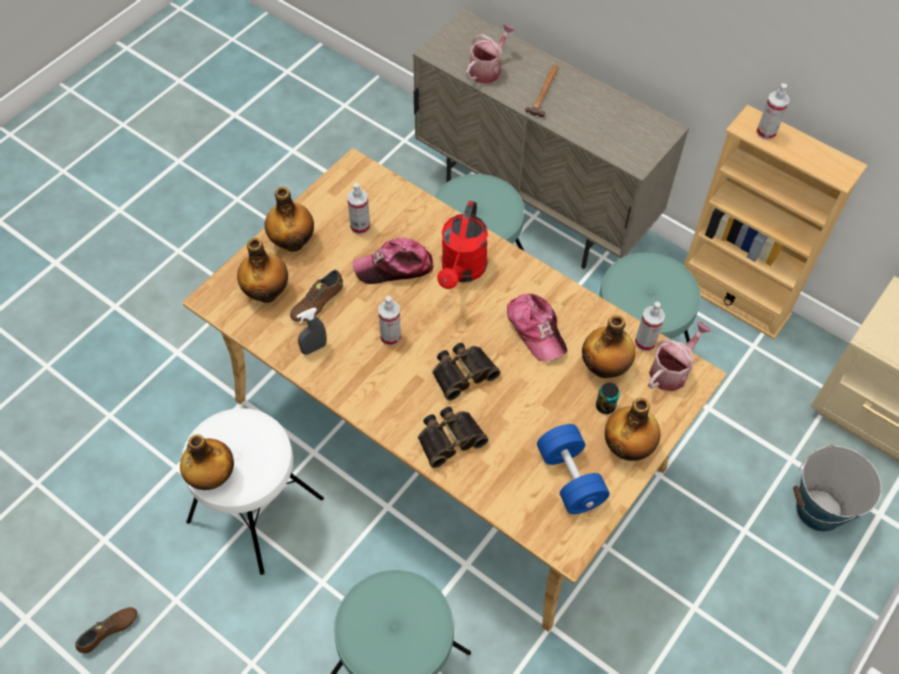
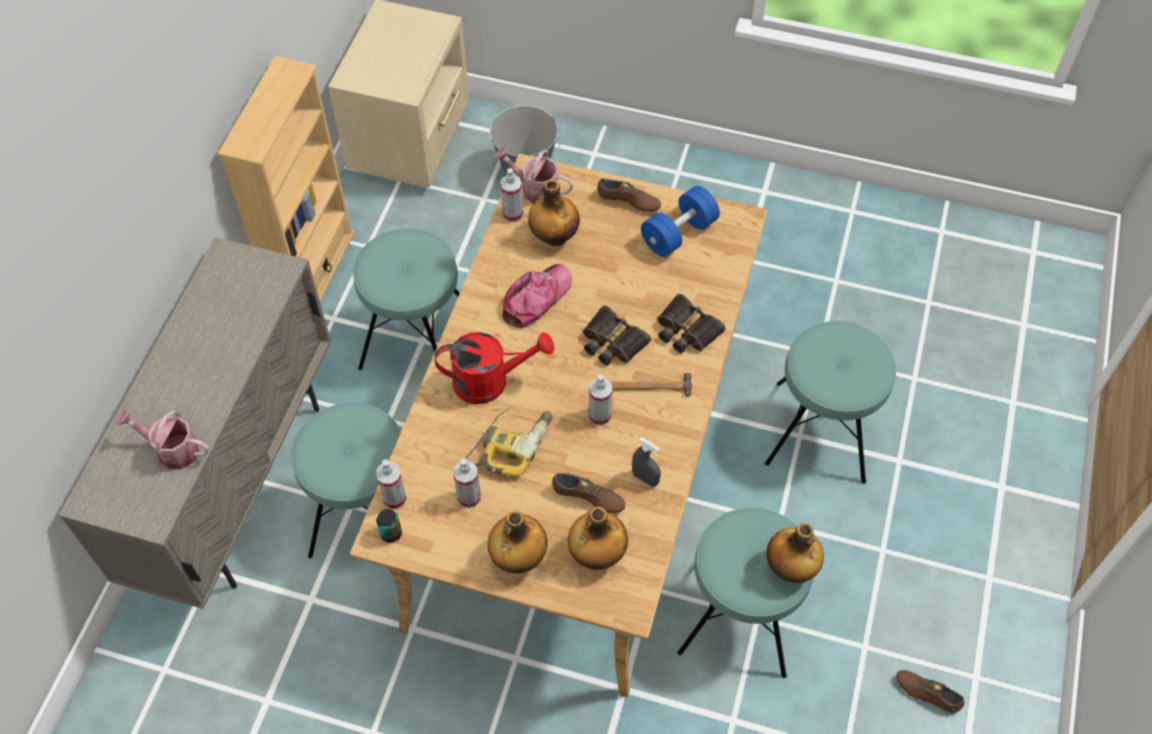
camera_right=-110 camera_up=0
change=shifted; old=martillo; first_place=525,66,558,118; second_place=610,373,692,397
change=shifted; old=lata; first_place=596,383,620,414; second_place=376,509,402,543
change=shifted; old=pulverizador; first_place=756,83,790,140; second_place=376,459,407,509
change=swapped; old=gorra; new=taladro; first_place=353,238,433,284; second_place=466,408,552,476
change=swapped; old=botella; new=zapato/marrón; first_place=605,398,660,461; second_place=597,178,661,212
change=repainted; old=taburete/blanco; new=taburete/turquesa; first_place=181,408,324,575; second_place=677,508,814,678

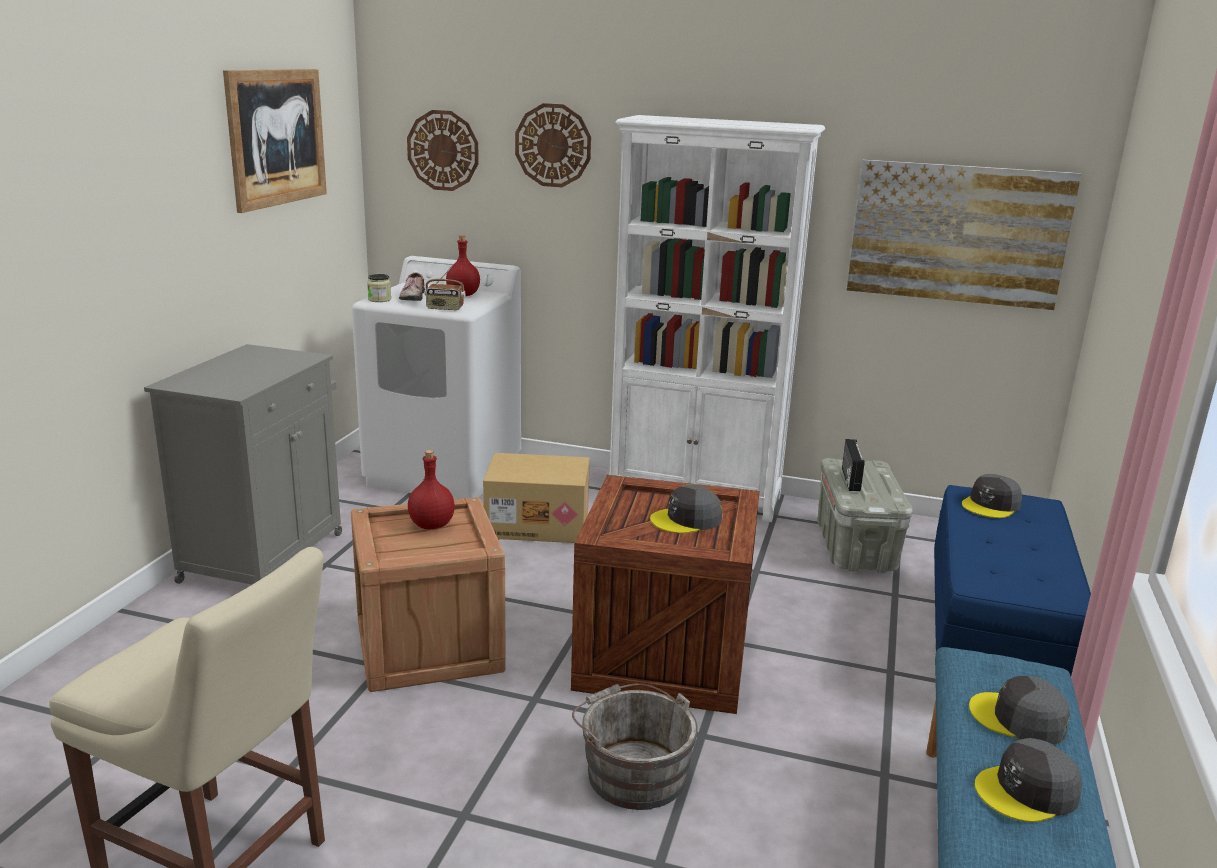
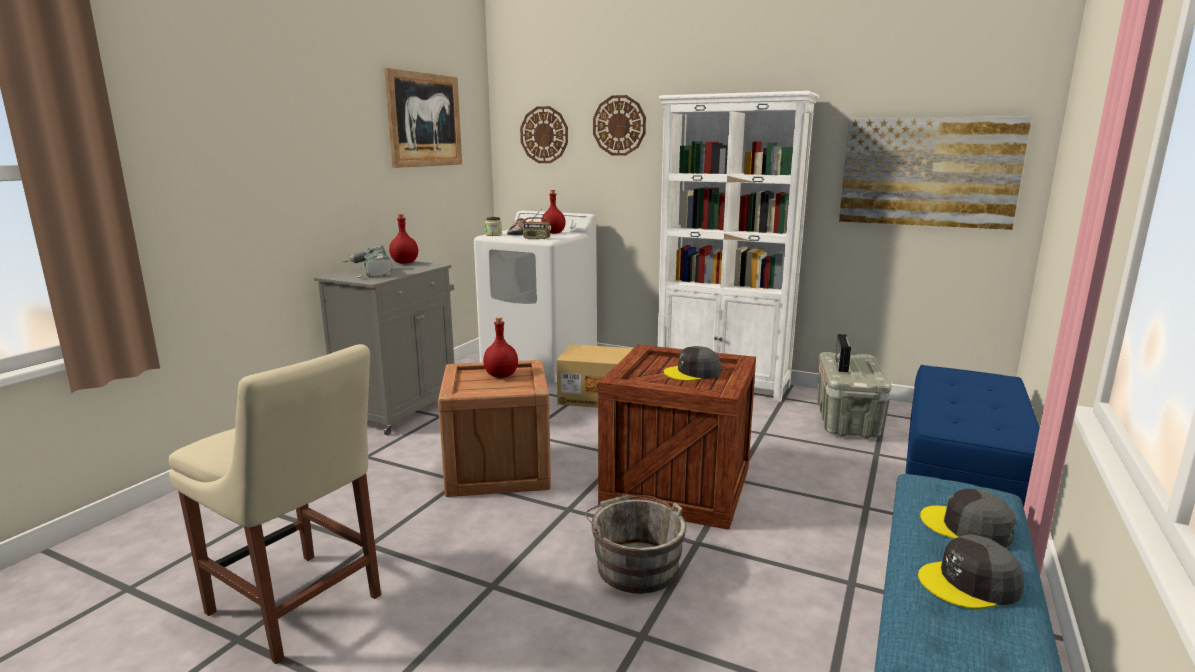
camera_right=10 camera_up=-5
change=gone; old=gorra/gris; first_place=962,474,1022,518
change=new; new=taladro; second_place=343,245,393,278
change=new; new=botella/rojo; second_place=389,214,418,264

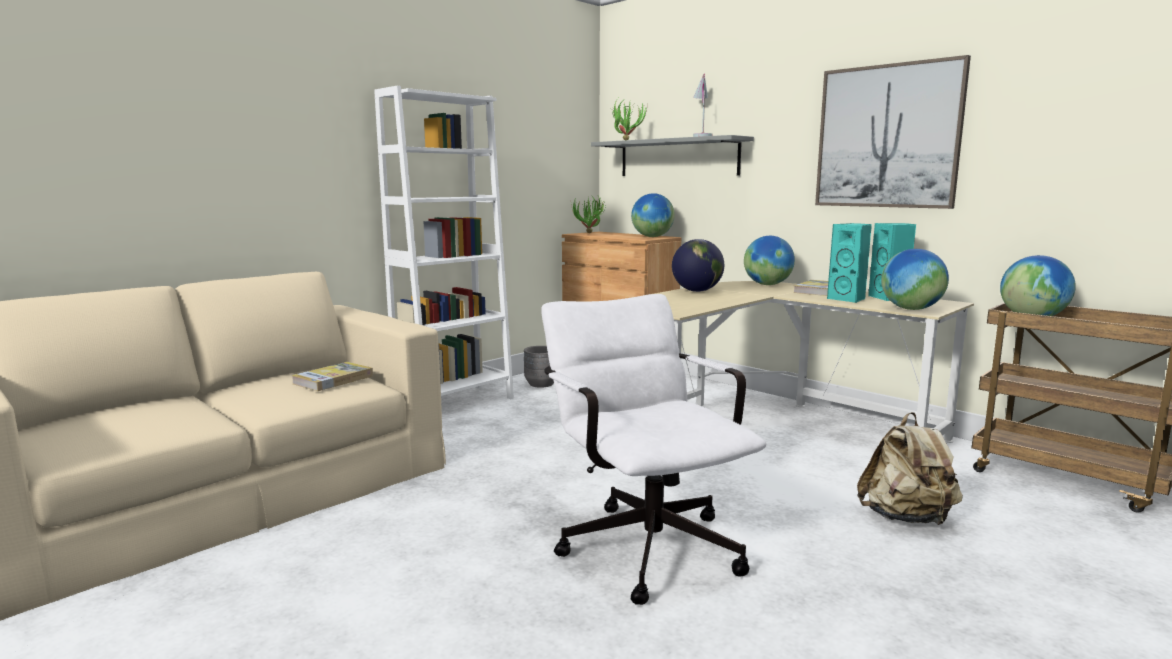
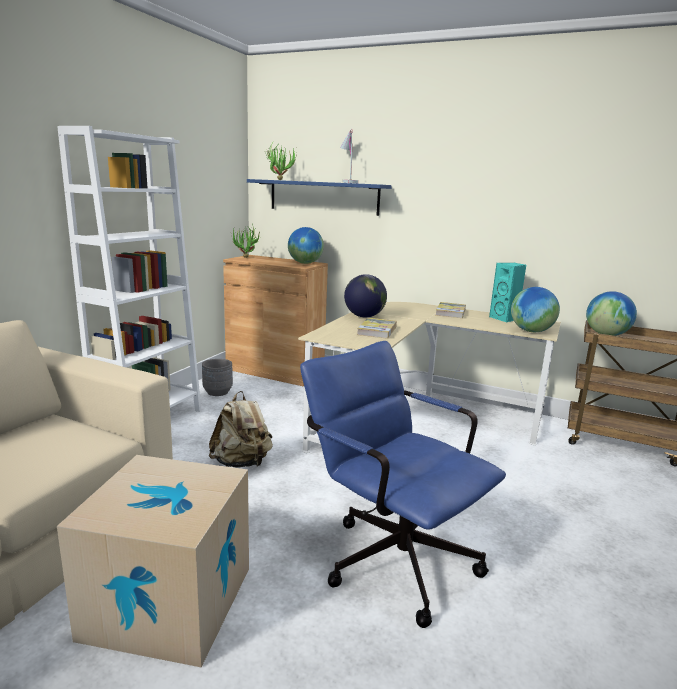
camera_right=-20 camera_up=5
change=gone; old=globo terráqueo; first_place=744,236,795,285
change=gone; old=cuadro; first_place=815,55,971,209
change=gone; old=altavoz/turquesa; first_place=827,223,872,303
change=new; new=caja de cartón; second_place=57,455,249,667
change=shifted; old=libro; first_place=291,362,373,391; second_place=357,318,397,339
change=shifted; old=mochila/beis; first_place=857,412,963,525; second_place=209,391,273,468
change=repainted; old=silla de oficina/blanco; new=silla de oficina/azul; first_place=541,294,767,605; second_place=300,341,506,628
change=repainted; old=estante/gris; new=estante/azul; first_place=591,135,754,176; second_place=247,179,392,216

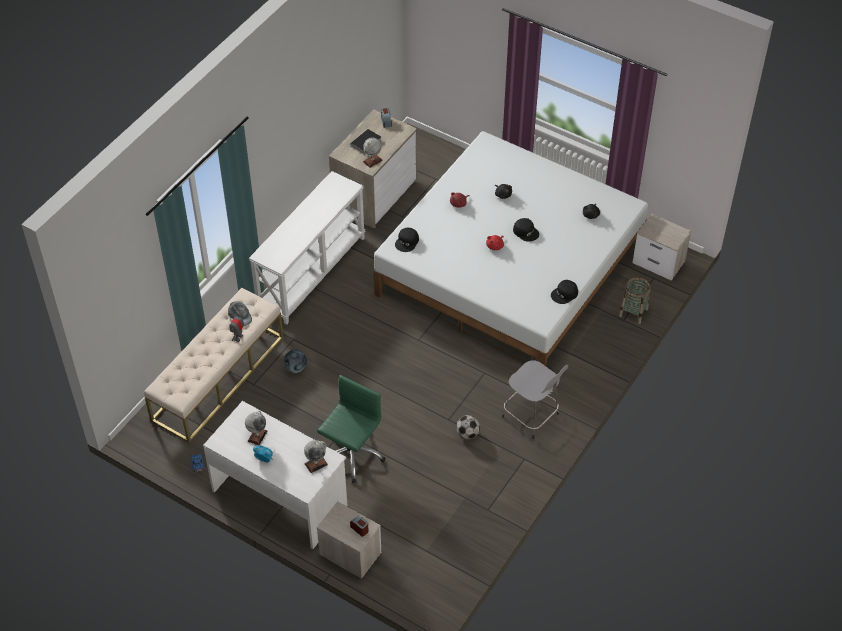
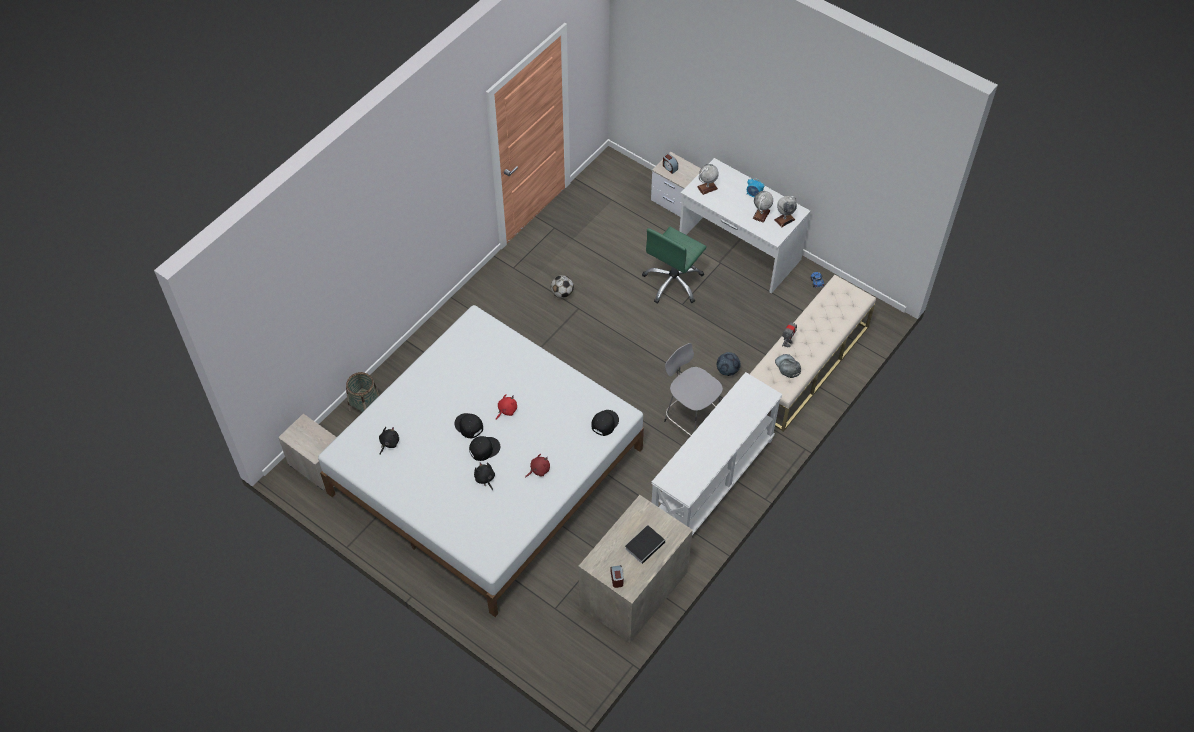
camera_right=-175 camera_up=5
change=shifted; old=globo terráqueo; first_place=363,138,383,168; second_place=774,196,797,228
change=shifted; old=taburete/gris; first_place=502,360,569,439; second_place=664,343,723,436
change=shifted; old=gorra/negro; first_place=551,280,578,304; second_place=469,436,500,461

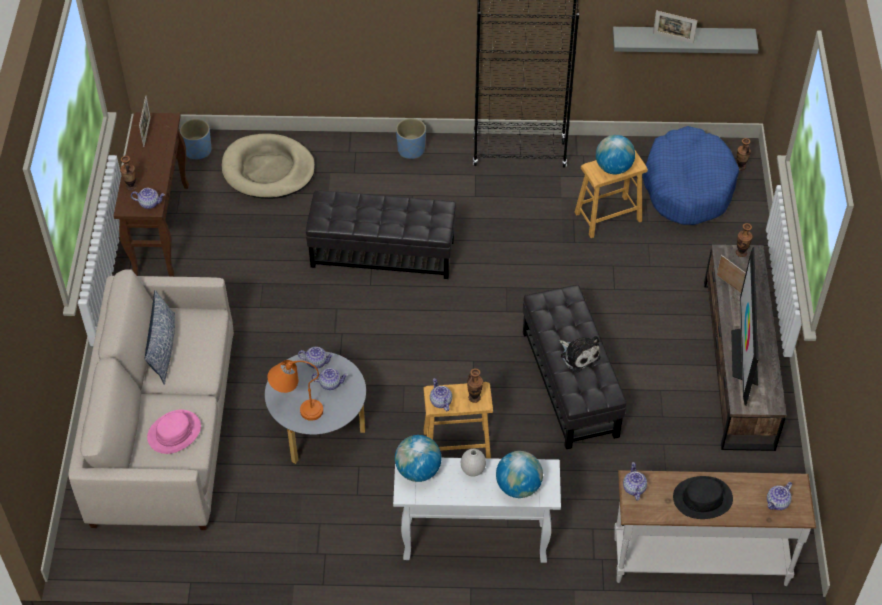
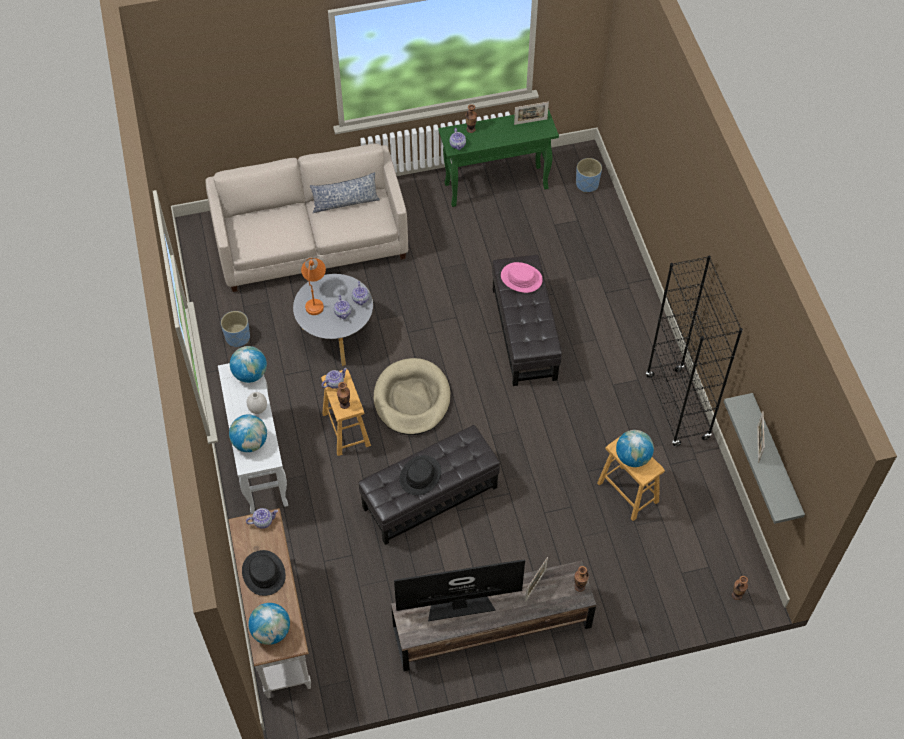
camera_right=75 camera_up=5
change=gone; old=cama para perro/azul; first_place=642,126,739,225
change=shifted; old=sombrero/rosa; first_place=147,410,201,454; second_place=501,262,543,293
change=shifted; old=cama para perro/beis; first_place=222,133,315,199; second_place=374,358,450,435
change=shifted; old=maceta/azul; first_place=396,118,426,159; second_place=221,311,250,347
change=swapped; old=peluche; new=sombrero/negro; first_place=559,336,600,372; second_place=399,455,441,495
change=swapped; old=tetera; new=globo terráqueo; first_place=767,482,792,510; second_place=248,603,290,645
change=repainted; old=mesa consola/marrón; new=mesa consola/verde; first_place=114,113,189,277; second_place=438,108,559,207

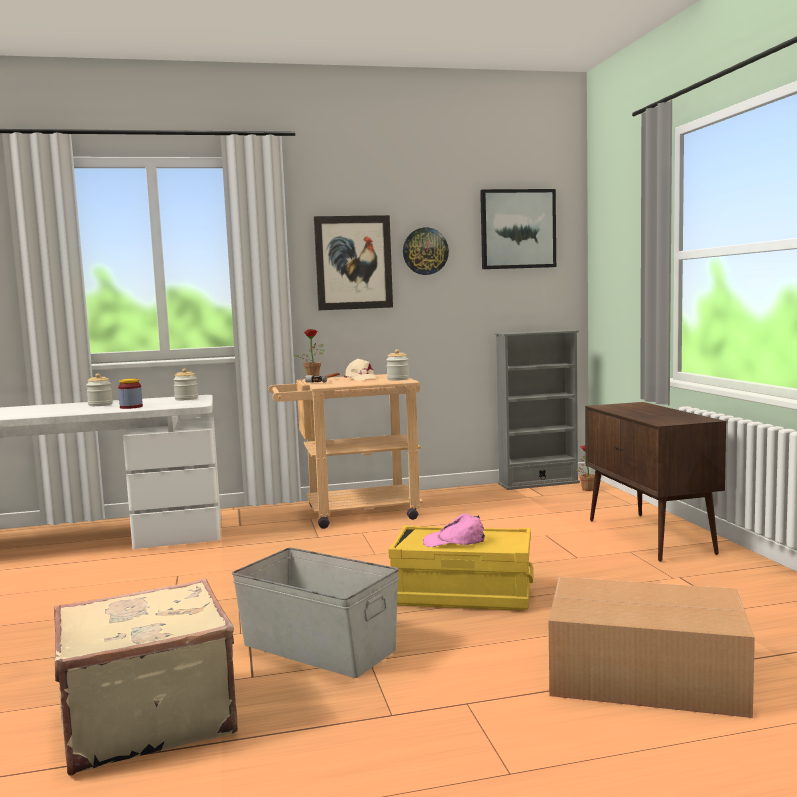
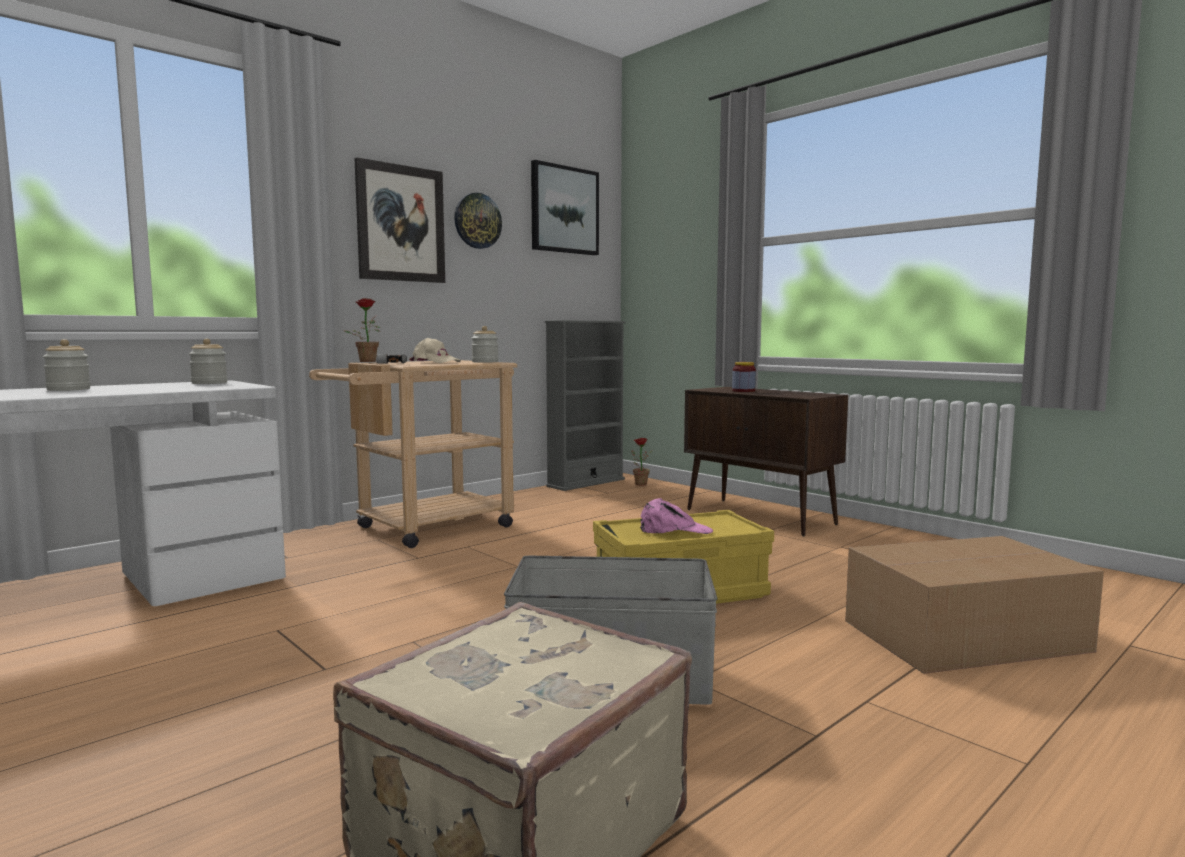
camera_right=-30 camera_up=0
change=shifted; old=tarro; first_place=118,379,143,409; second_place=732,362,756,392
change=rotated; old=gorra/rosa; first_place=423,513,485,547; second_place=640,498,713,534; degrees=-150

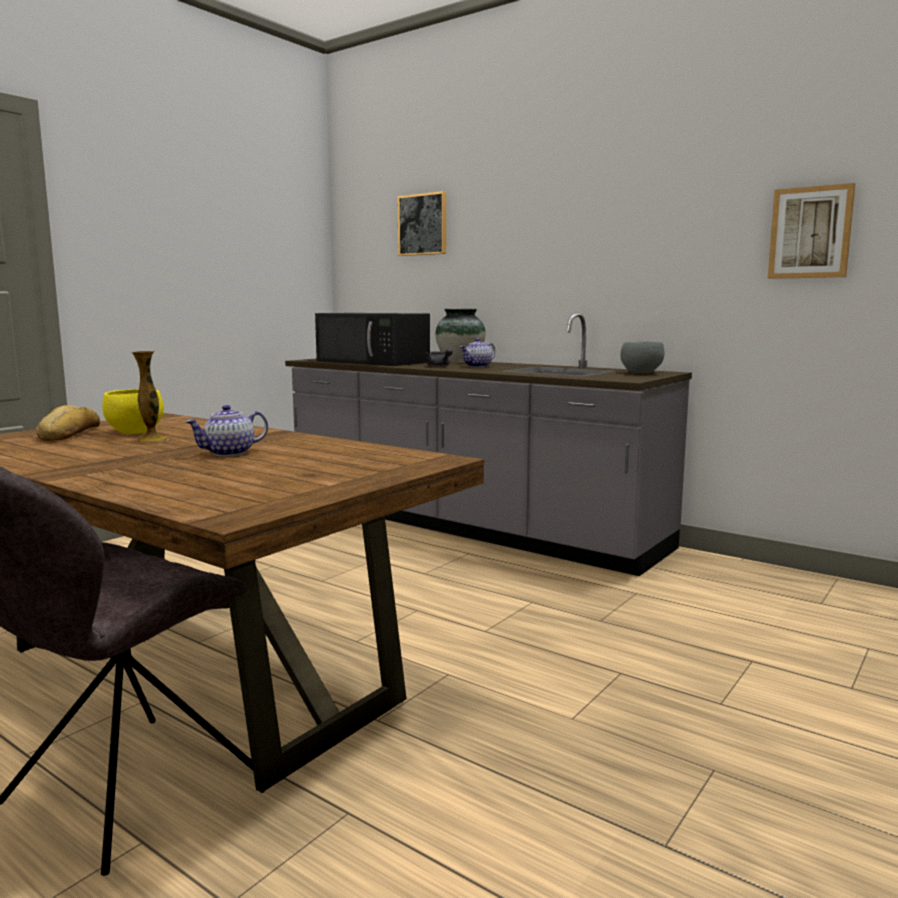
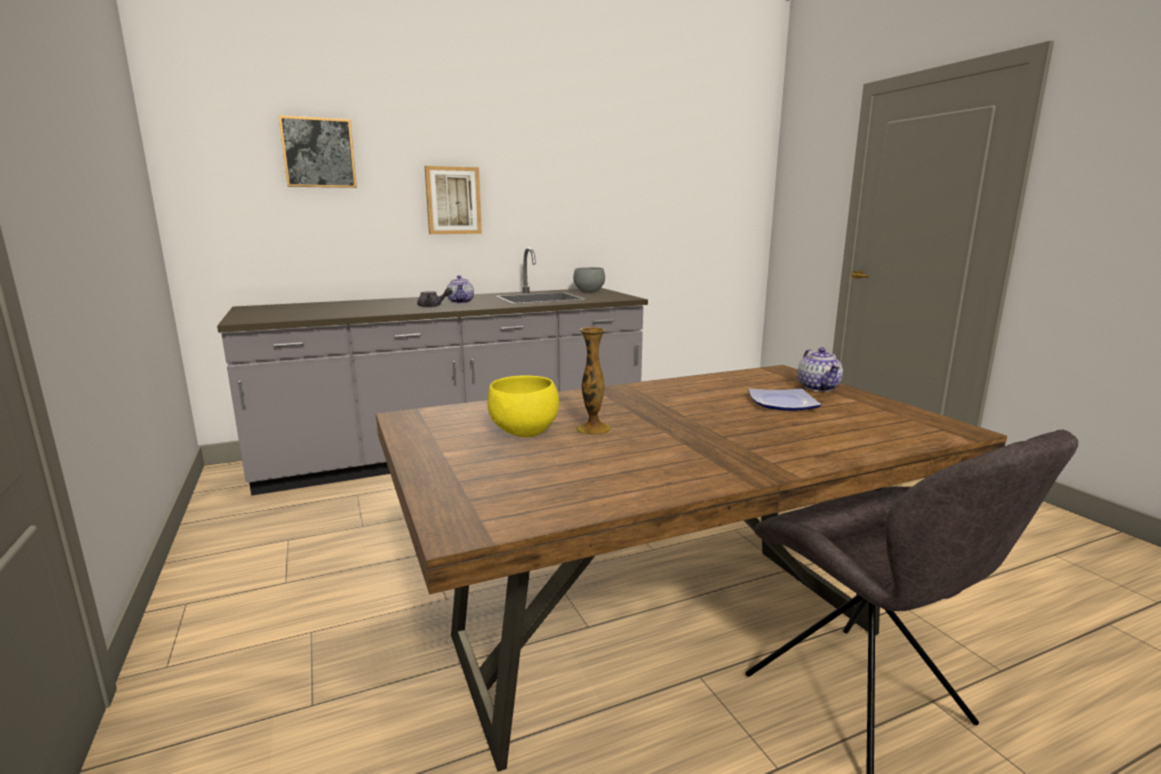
camera_right=-60 camera_up=5
change=gone; old=pan; first_place=36,405,100,441
change=gone; old=microondas/negro; first_place=315,313,430,366
change=gone; old=florero; first_place=435,309,486,363
change=new; new=plato; second_place=749,388,822,411
change=shifted; old=tetera; first_place=185,405,268,456; second_place=798,348,843,392
change=shifted; old=cuadro; first_place=768,183,855,279; second_place=425,166,482,234

